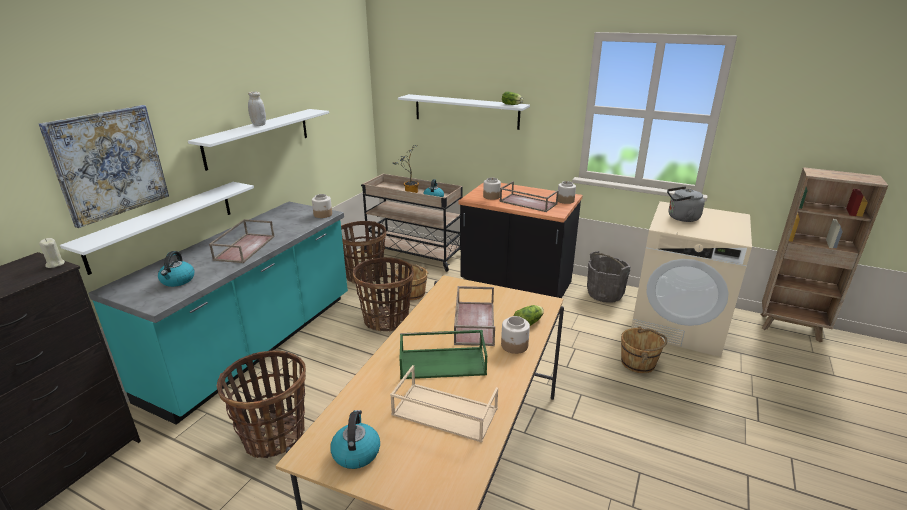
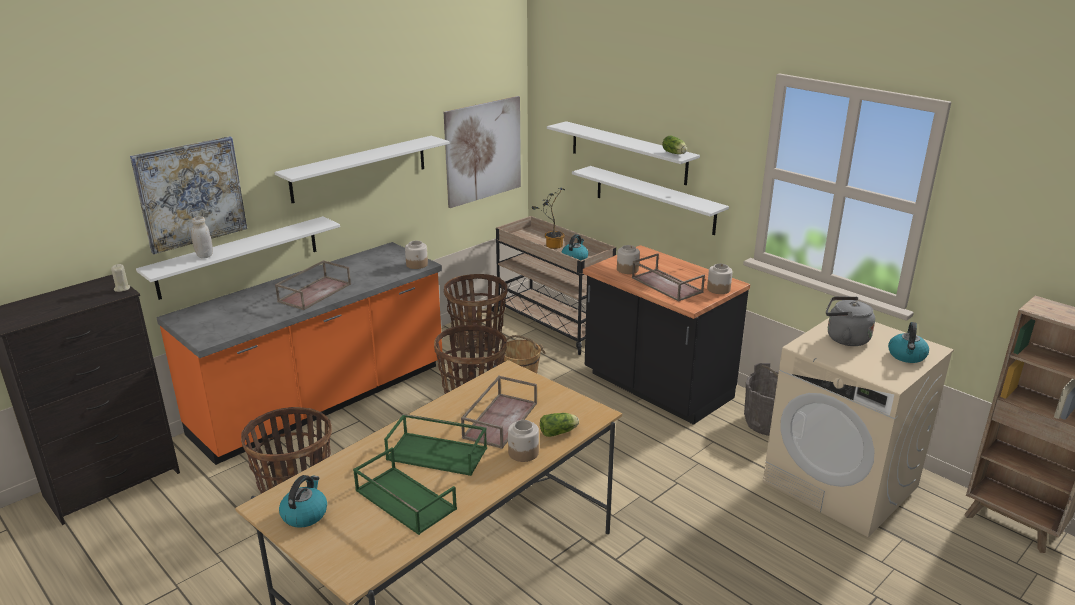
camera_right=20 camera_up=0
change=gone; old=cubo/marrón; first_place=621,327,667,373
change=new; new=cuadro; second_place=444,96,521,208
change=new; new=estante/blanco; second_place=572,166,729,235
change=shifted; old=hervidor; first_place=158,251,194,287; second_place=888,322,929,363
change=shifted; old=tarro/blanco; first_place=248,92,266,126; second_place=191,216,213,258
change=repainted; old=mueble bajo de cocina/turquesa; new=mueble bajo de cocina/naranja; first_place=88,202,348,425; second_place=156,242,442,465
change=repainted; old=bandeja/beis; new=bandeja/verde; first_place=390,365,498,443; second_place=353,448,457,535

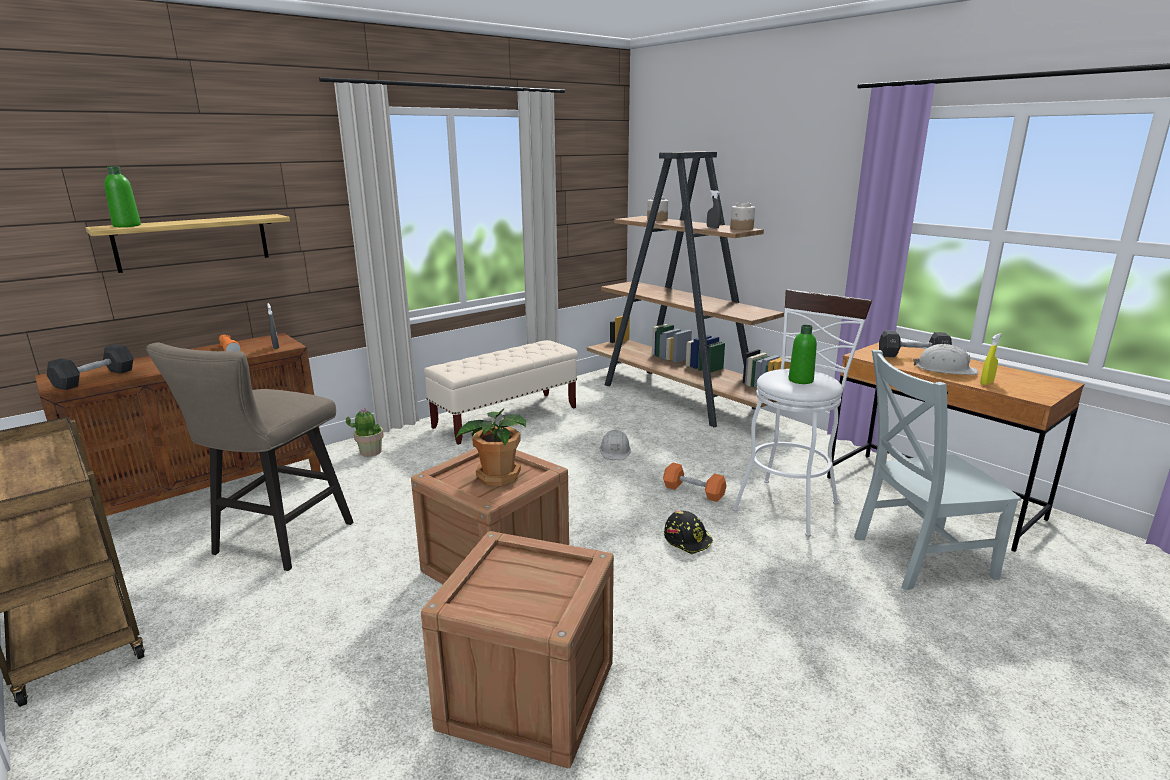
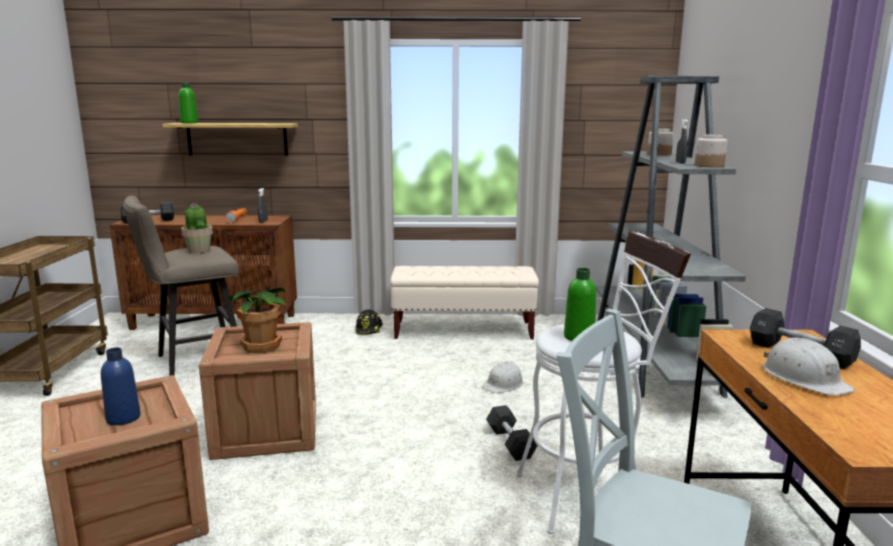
camera_right=40 camera_up=-5
change=gone; old=pulverizador/amarillo; first_place=980,333,1002,385
change=new; new=botella/azul; second_place=101,348,141,425
change=shifted; old=planta en maceta; first_place=346,408,384,457; second_place=181,203,213,253
change=shifted; old=casco/negro; first_place=664,511,713,554; second_place=356,309,383,335
change=repainted; old=estantería/marrón; new=estantería/gris; first_place=587,151,791,428; second_place=596,76,746,398
change=repainted; old=mancuerna/naranja; new=mancuerna/negro; first_place=663,462,726,502; second_place=486,405,537,461

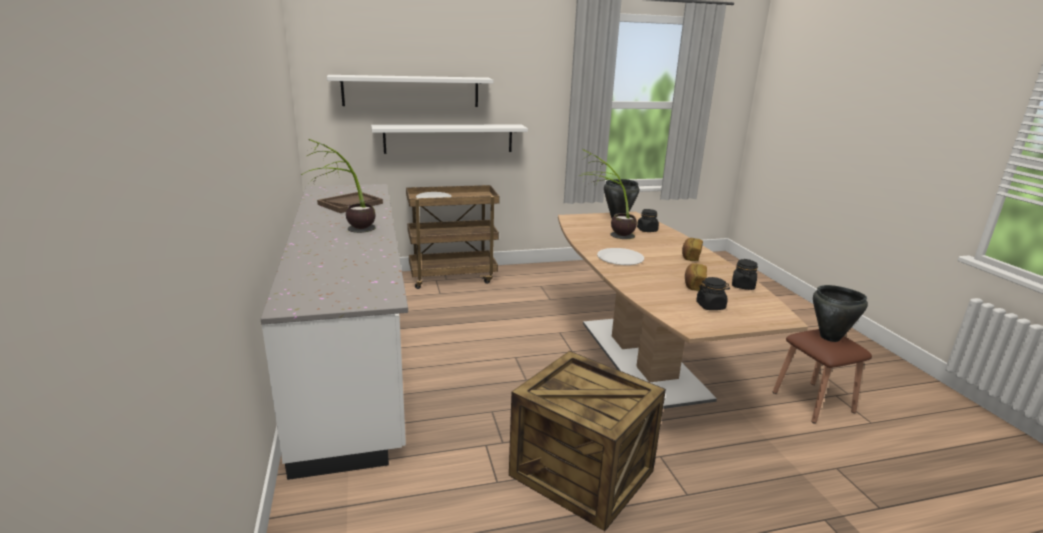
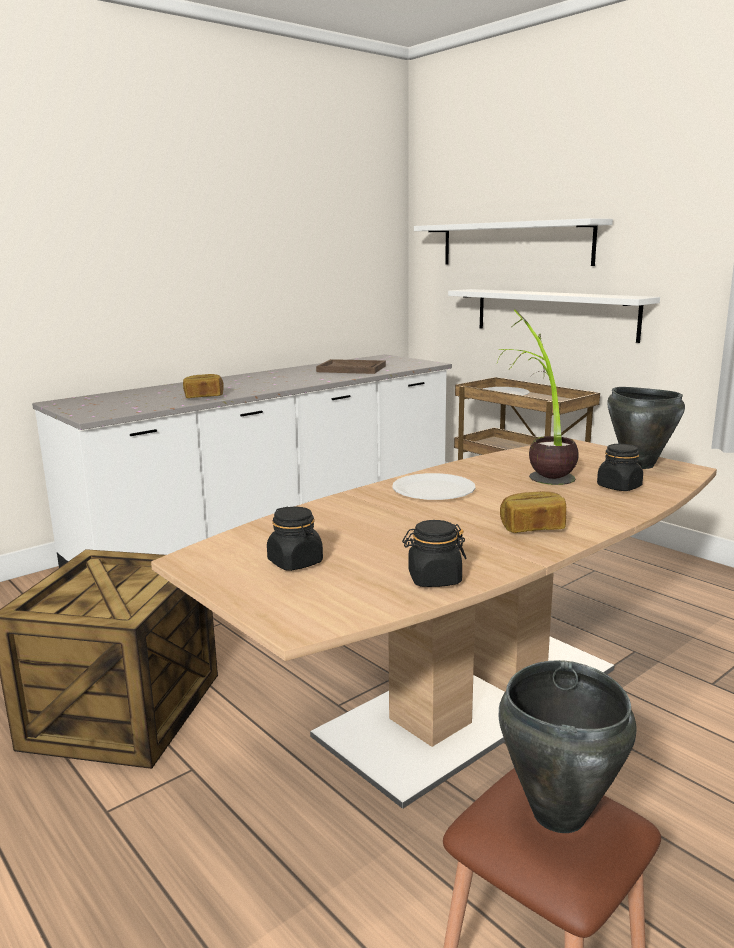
camera_right=65 camera_up=-5
change=gone; old=planta en maceta; first_place=301,139,375,233
change=shifted; old=pan; first_place=685,263,707,291; second_place=183,374,224,398

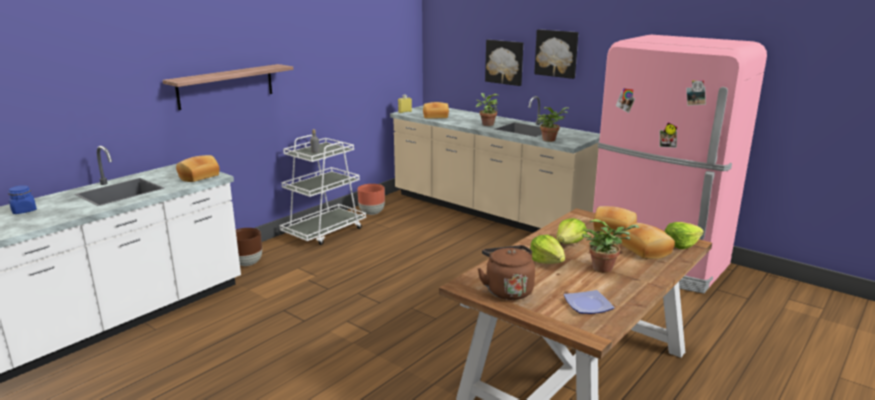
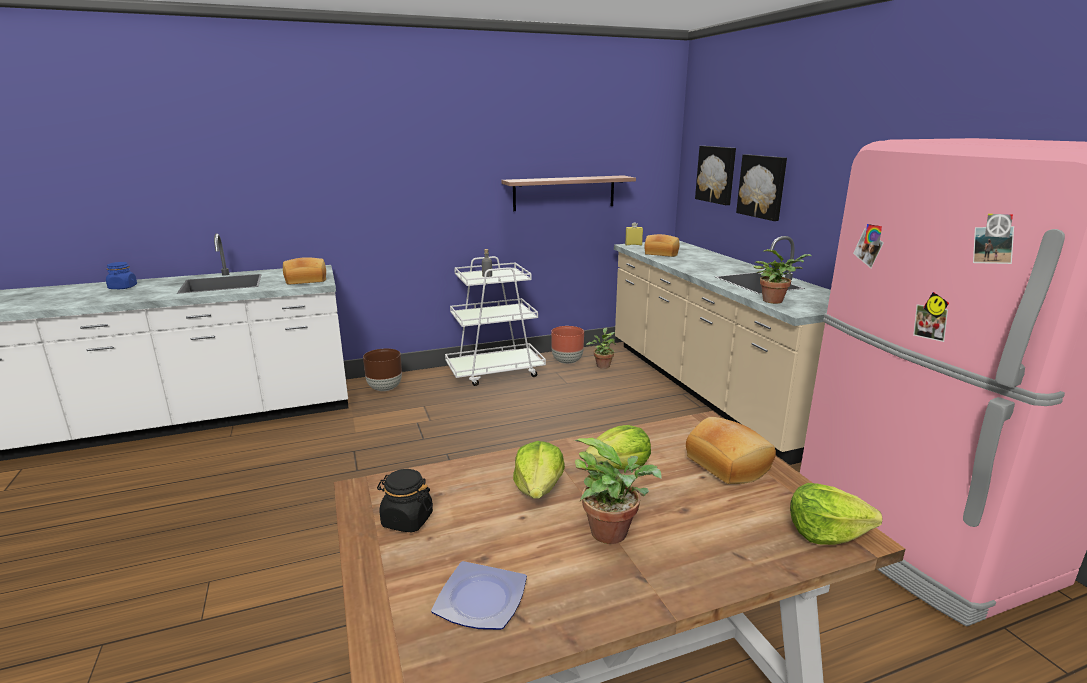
camera_right=30 camera_up=0
change=gone; old=pan; first_place=621,223,675,259
change=shifted; old=estante; first_place=163,64,293,110; second_place=501,175,636,211
change=shifted; old=planta en maceta; first_place=476,93,499,126; second_place=586,328,616,369
change=shifted; old=cuadro; first_place=534,29,578,79; second_place=695,146,736,205
change=swapped; old=hervidor/marrón; new=tarro/negro; first_place=478,245,535,300; second_place=377,469,433,533

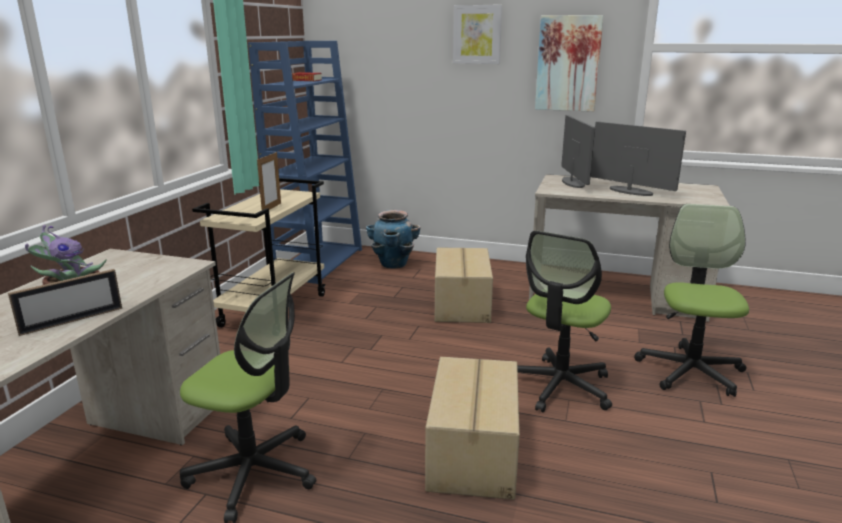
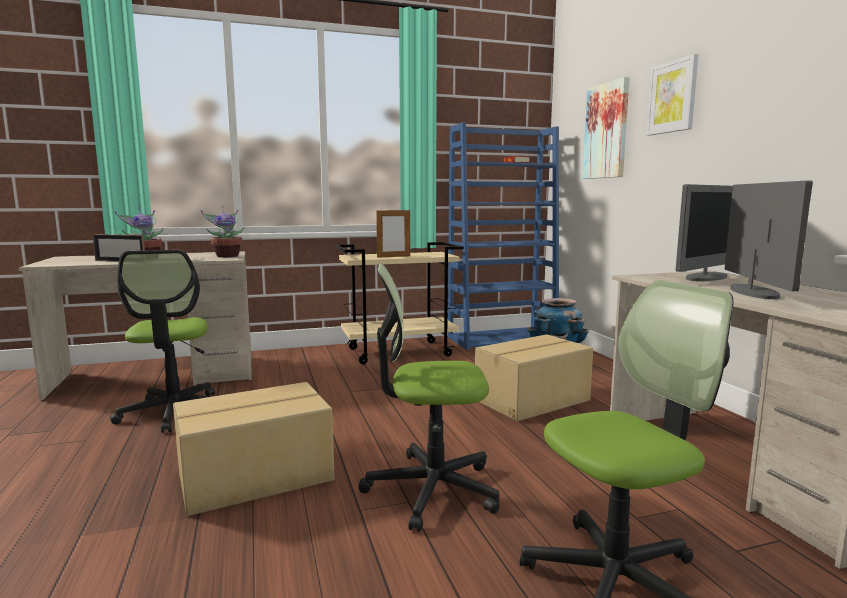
camera_right=55 camera_up=-10
change=new; new=planta en maceta; second_place=201,206,245,257
change=shifted; old=cuadro; first_place=535,15,604,112; second_place=583,77,630,179

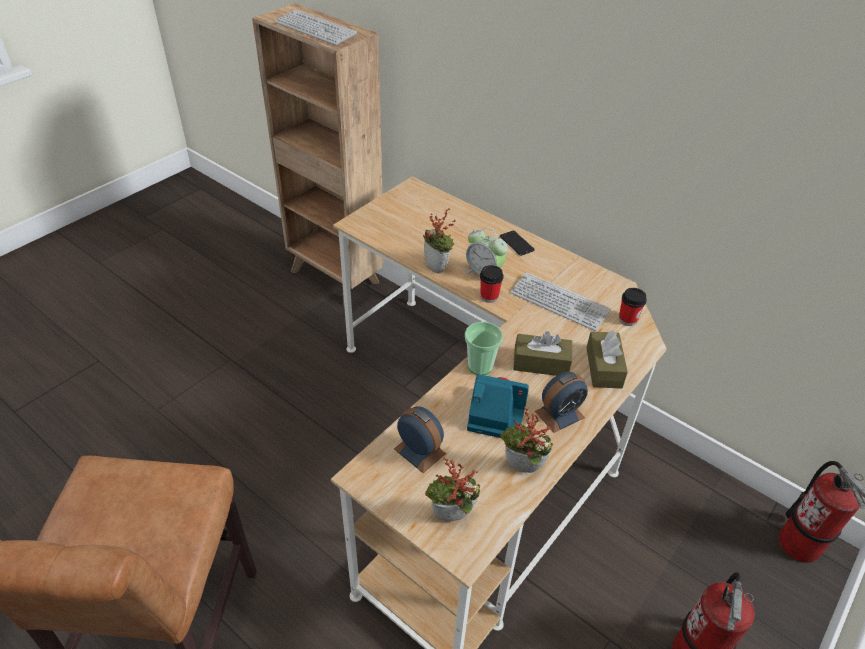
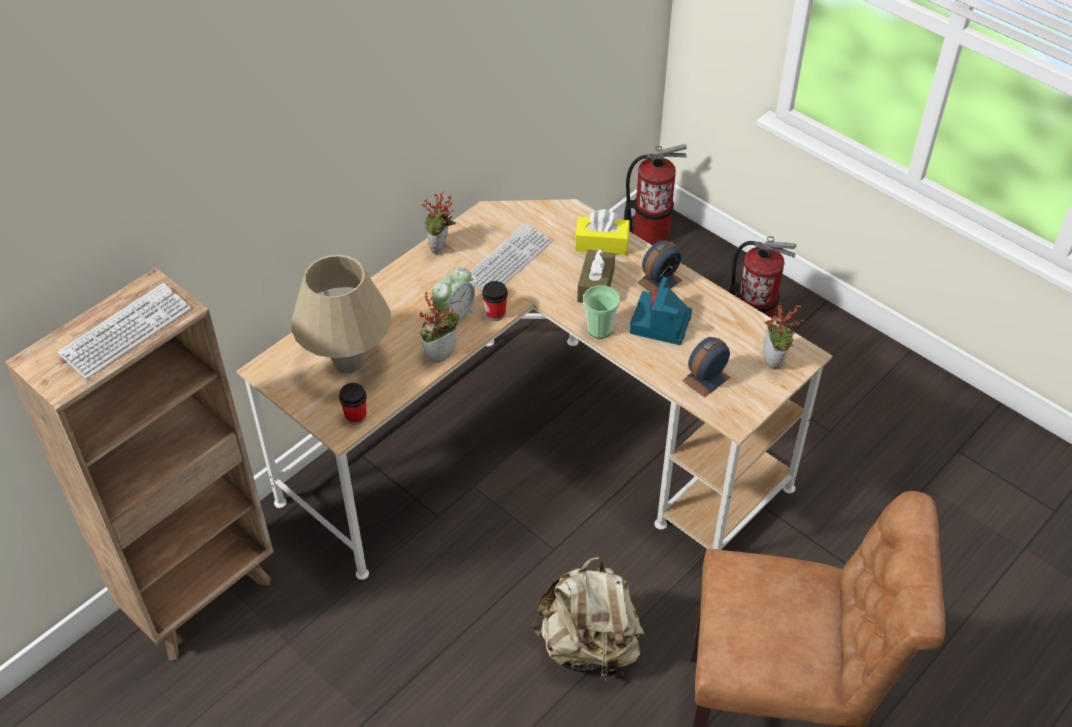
camera_right=-85 camera_up=5
change=gone; old=móvil; first_place=500,231,535,256
change=new; new=lámpara de mesa/beis; second_place=291,255,391,374
change=new; new=mochila/beis; second_place=532,556,644,680
change=shifted; old=planta en maceta; first_place=500,407,554,473; second_place=421,191,456,254
change=shifted; old=taza; first_place=619,288,647,326; second_place=339,383,367,425
change=repainted; old=caja de pañuelos/marrón; new=caja de pañuelos/amarillo; first_place=586,330,628,389; second_place=575,209,630,255
change=rotated; old=despertador; first_place=535,372,588,433; second_place=637,240,682,293; degrees=75

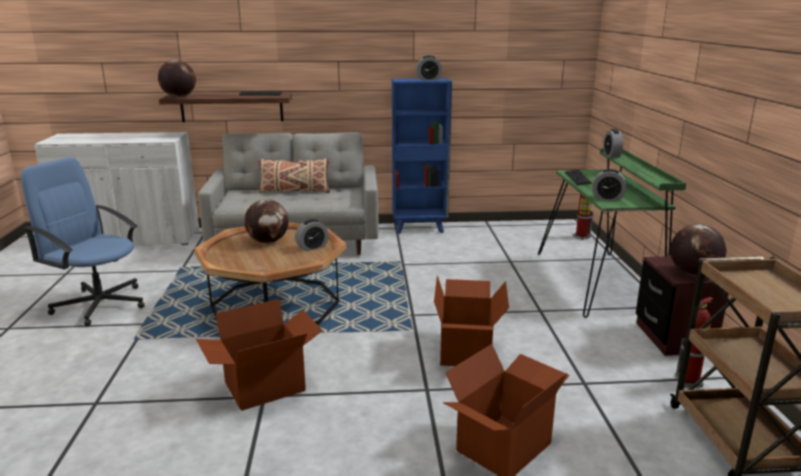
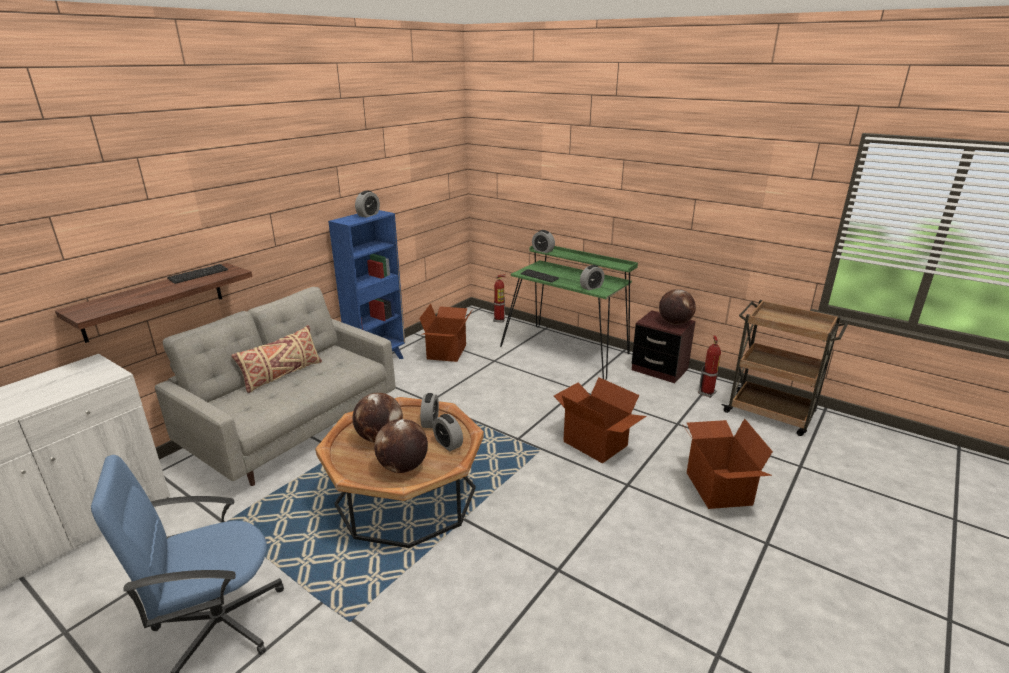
camera_right=-50 camera_up=5
change=new; new=despertador; second_place=433,414,463,452
change=shifted; old=globo terráqueo; first_place=158,60,196,97; second_place=374,419,428,473
change=shifted; old=caja de cartón; first_place=196,299,323,411; second_place=419,304,473,362

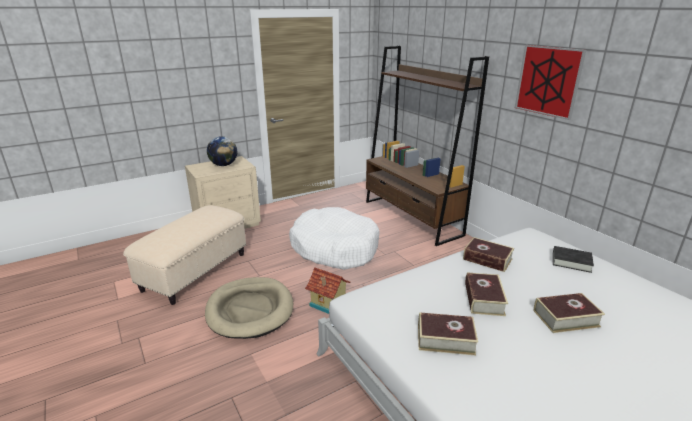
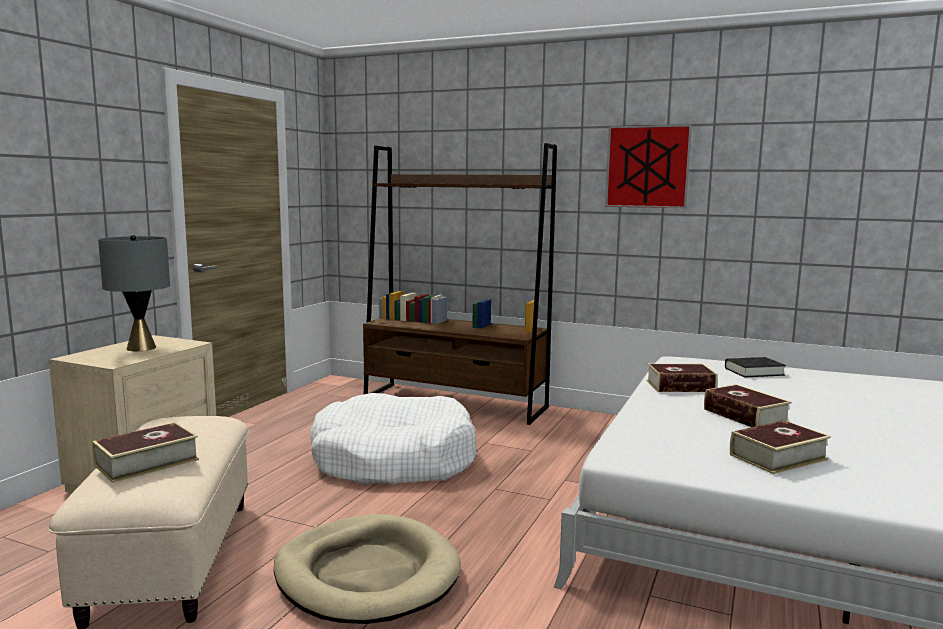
camera_right=-35 camera_up=-15
change=gone; old=casita; first_place=305,267,350,314
change=shifted; old=libro; first_place=533,293,605,333; second_place=92,422,199,483
change=swapped; old=globo terráqueo; new=lámpara de mesa/gris; first_place=207,136,237,166; second_place=98,235,170,351

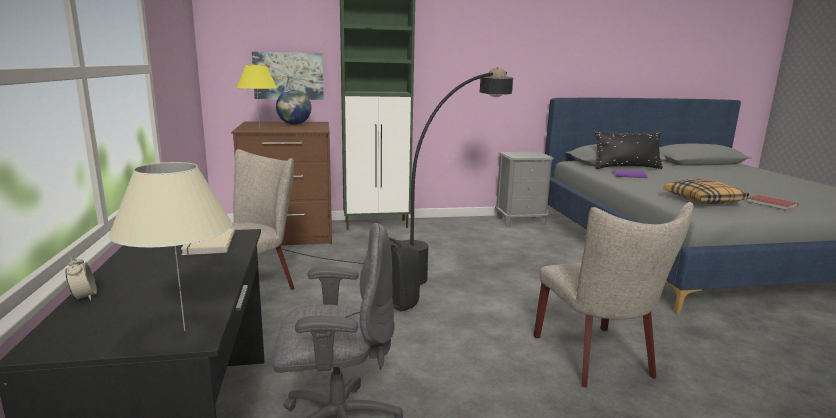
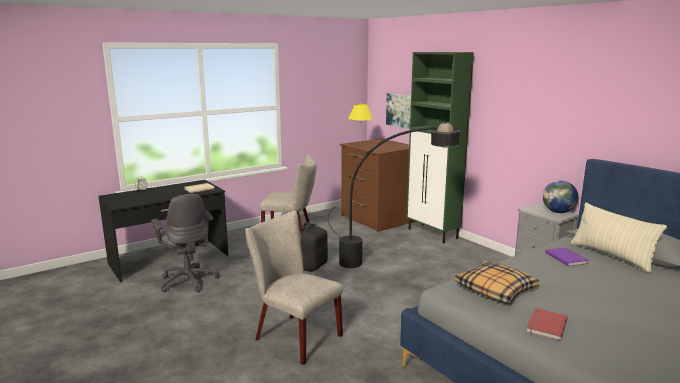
camera_right=65 camera_up=0
change=gone; old=lámpara de mesa/beis; first_place=109,162,232,331
change=shifted; old=globo terráqueo; first_place=276,90,311,125; second_place=543,180,578,213
change=repainted; old=cojín/negro; new=cojín/beis; first_place=595,131,663,169; second_place=571,203,667,273
change=rotated; old=silla/beis; first_place=533,202,694,388; second_place=245,210,343,365; degrees=75

